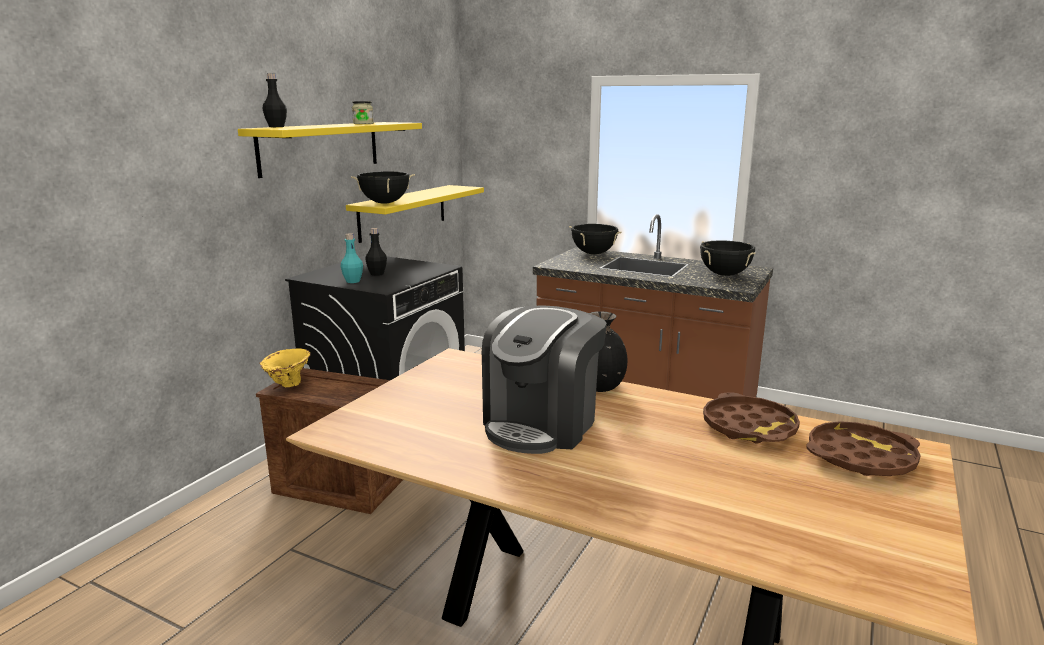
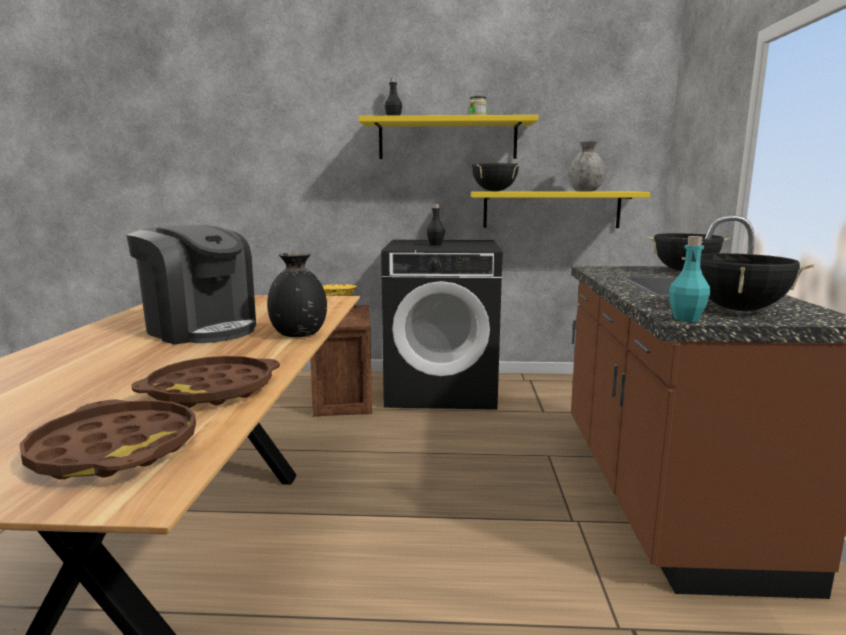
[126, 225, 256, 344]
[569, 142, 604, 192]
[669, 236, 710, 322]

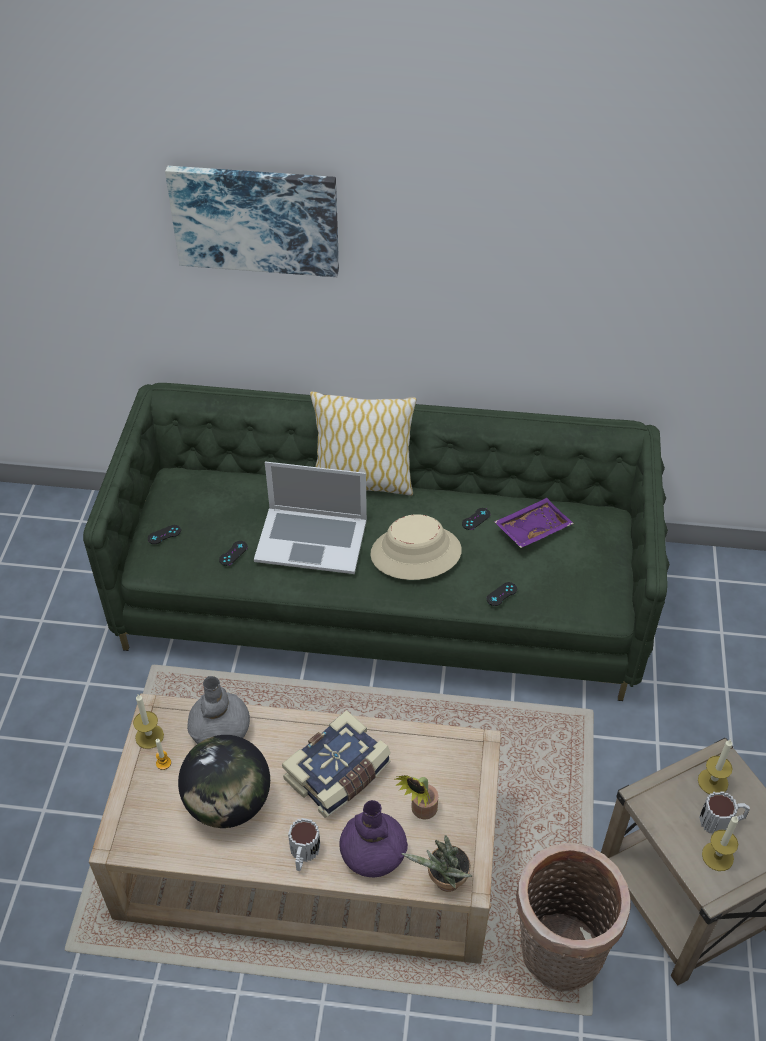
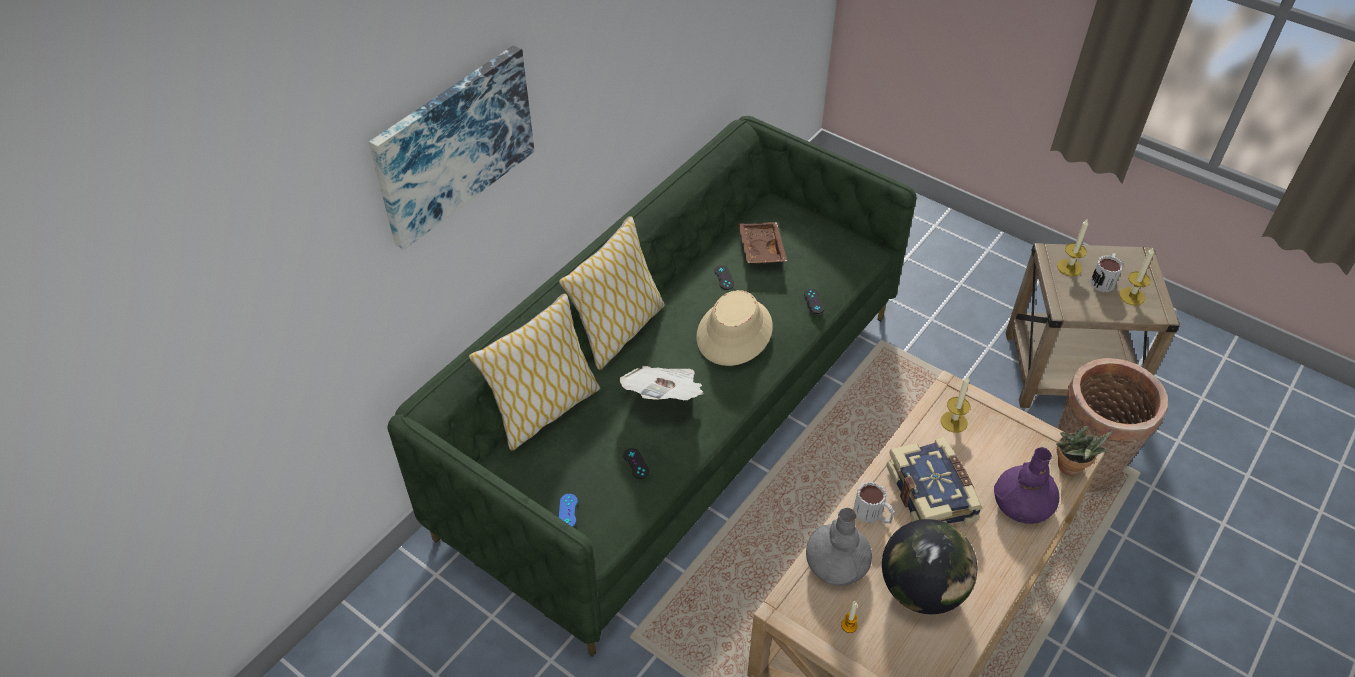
[469, 294, 600, 451]
[559, 494, 578, 527]
[620, 366, 704, 400]
[738, 222, 787, 263]
[853, 481, 895, 524]
[941, 376, 971, 433]
[395, 775, 439, 819] (first image)

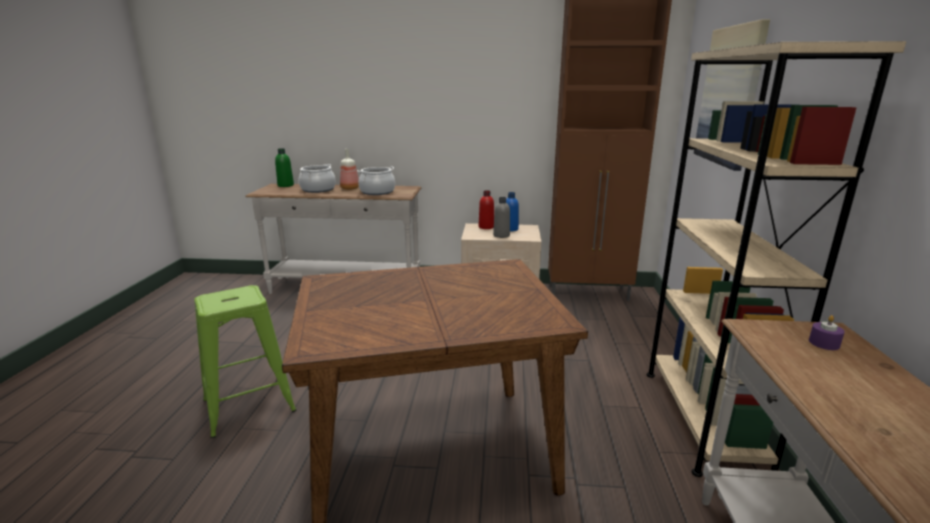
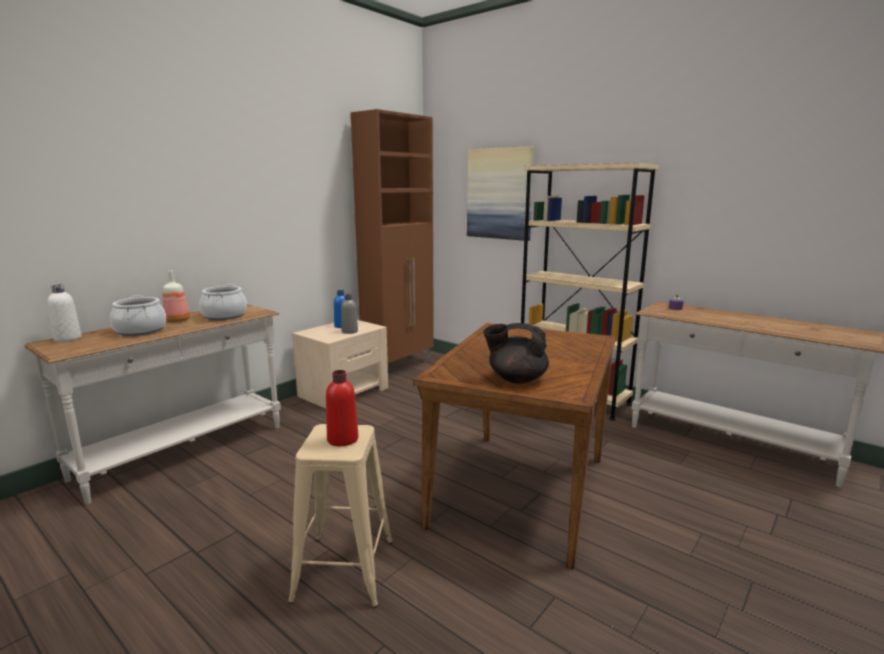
[47, 284, 82, 342]
[288, 424, 393, 608]
[326, 370, 358, 446]
[483, 323, 549, 384]

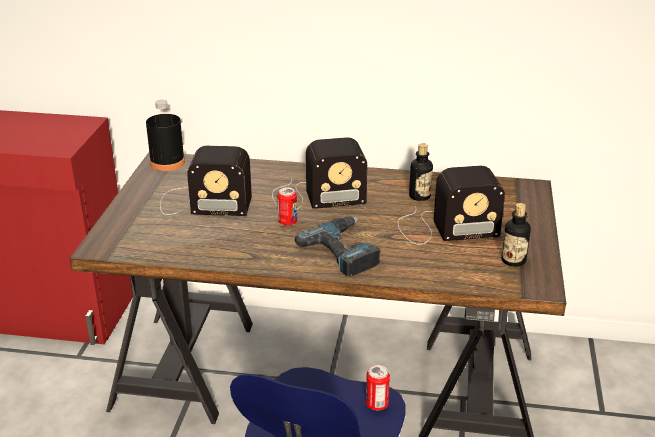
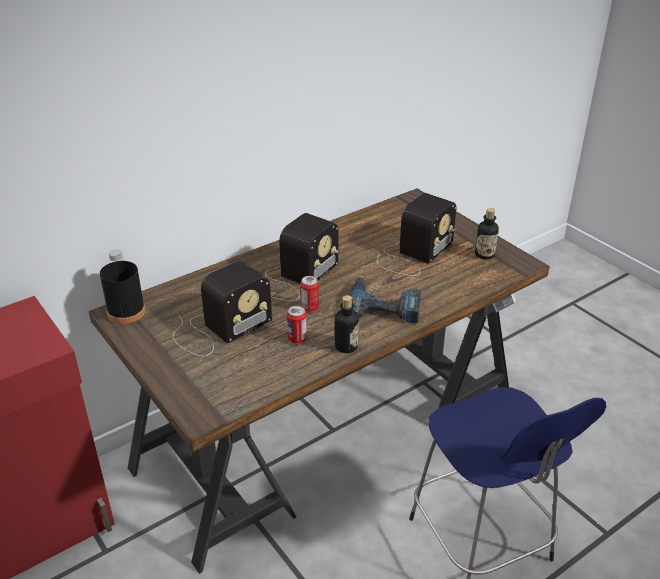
[287, 306, 307, 343]
[335, 295, 359, 353]

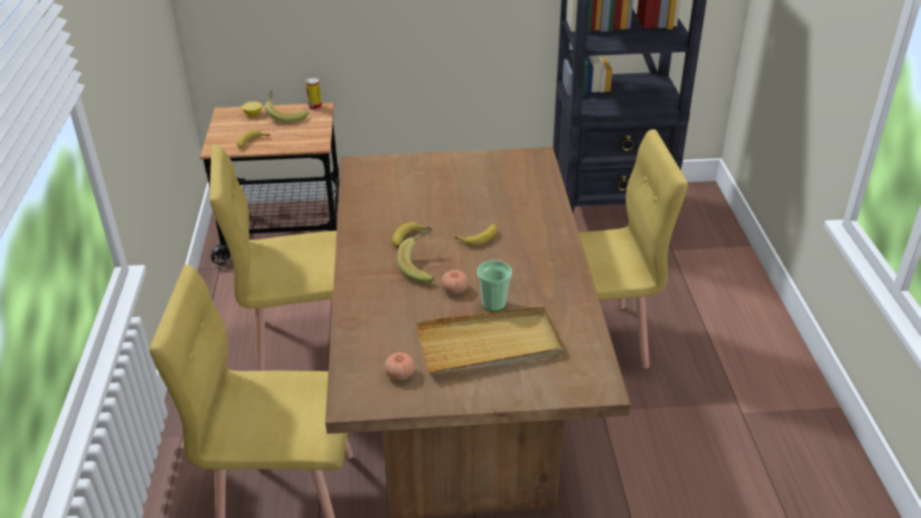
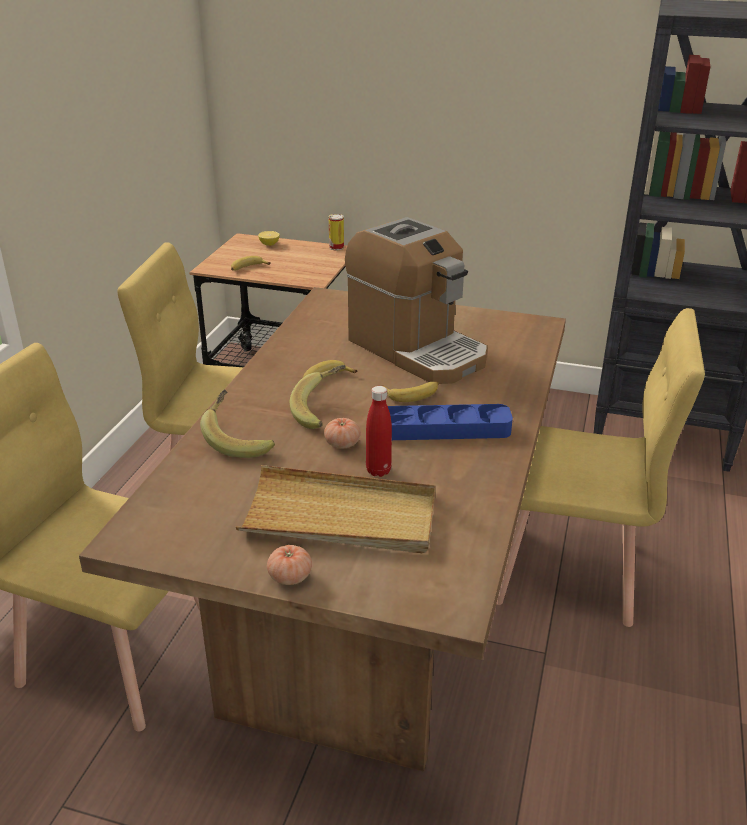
[200, 390, 275, 458]
[267, 545, 312, 585]
[345, 217, 488, 384]
[366, 386, 392, 477]
[388, 404, 513, 440]

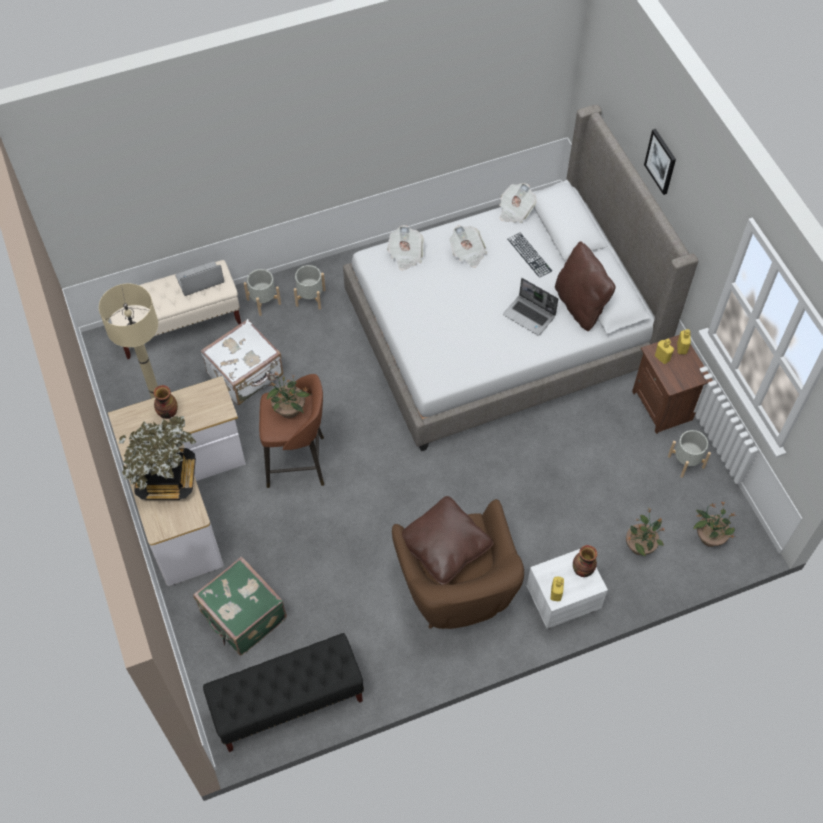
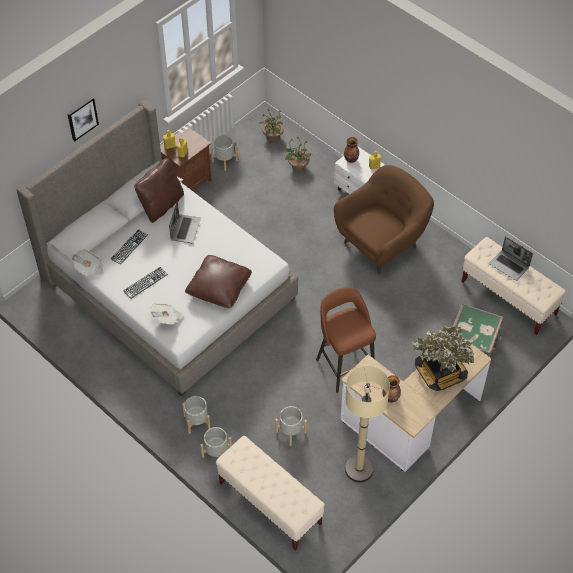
[123, 267, 168, 299]
[185, 255, 252, 308]
[275, 406, 307, 446]
[461, 237, 566, 335]
[489, 236, 533, 281]
[267, 372, 311, 418] (first image)

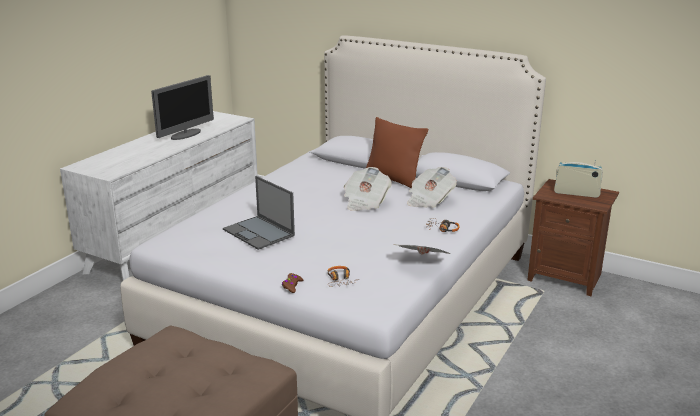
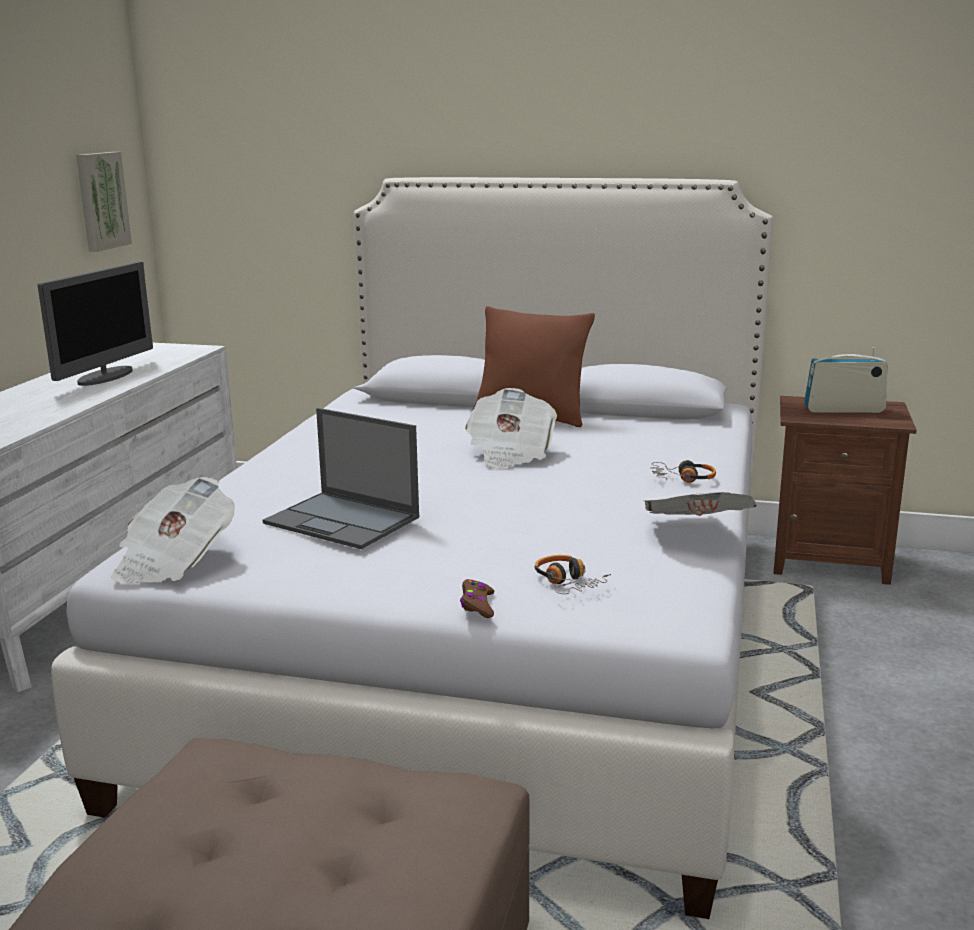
[76, 152, 132, 252]
[111, 477, 235, 584]

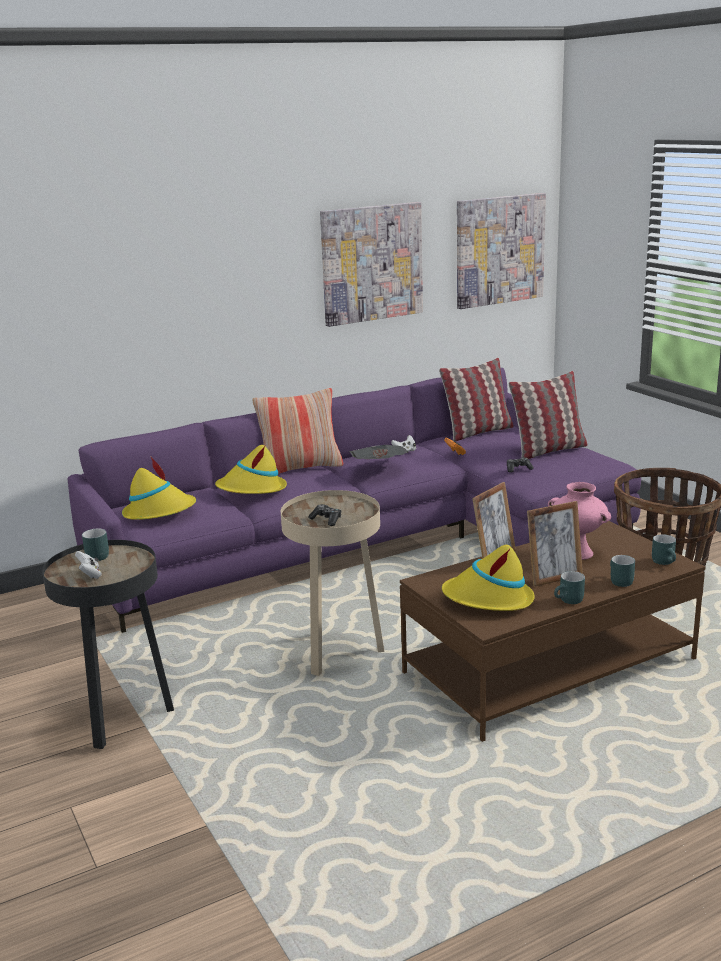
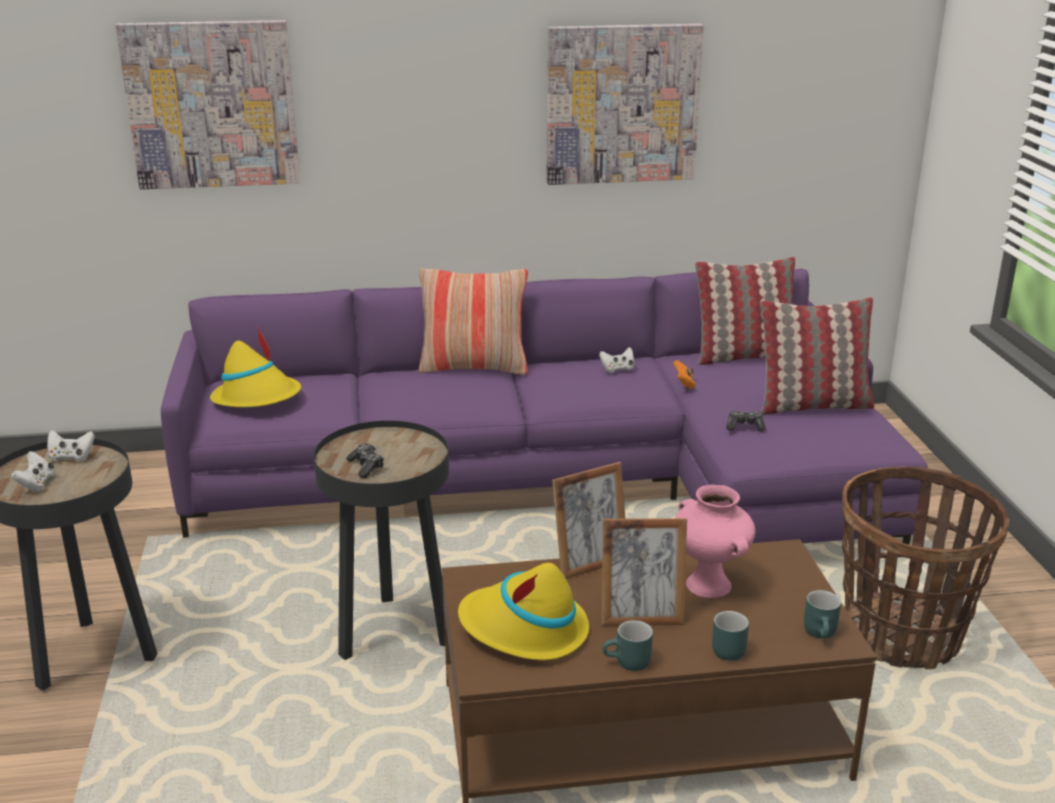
[47, 430, 95, 461]
[115, 20, 300, 189]
[314, 420, 449, 660]
[215, 445, 287, 494] (first image)
[349, 445, 408, 459] (first image)

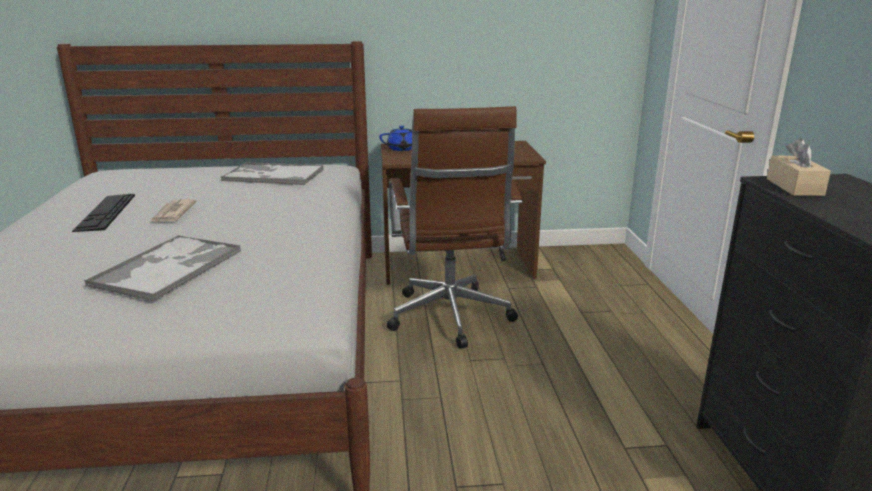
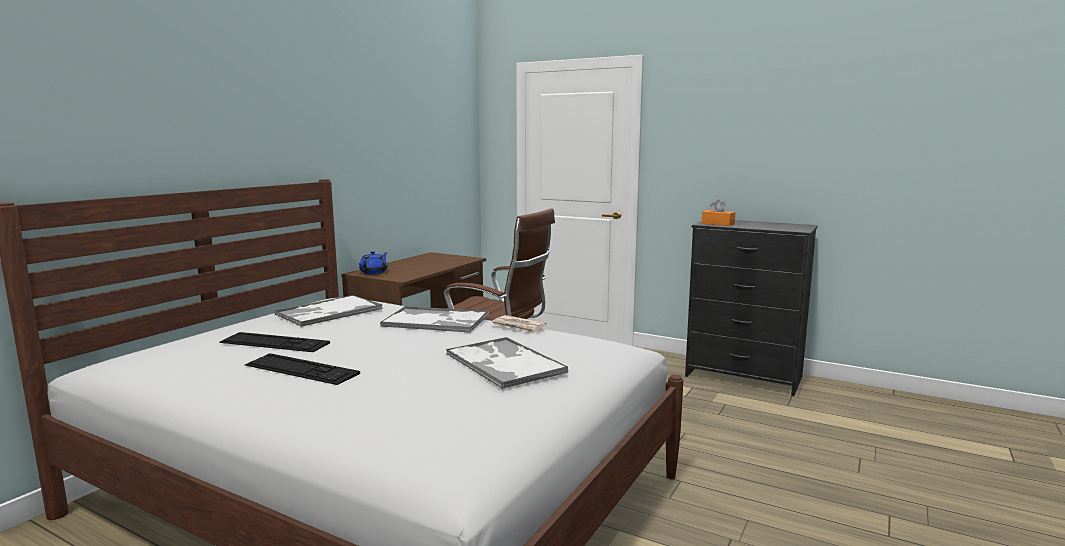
[219, 332, 330, 352]
[380, 306, 489, 333]
[492, 315, 547, 334]
[701, 200, 735, 226]

